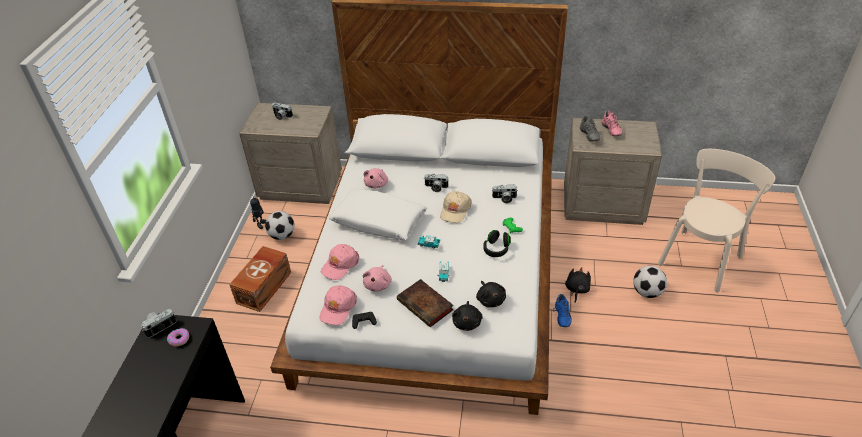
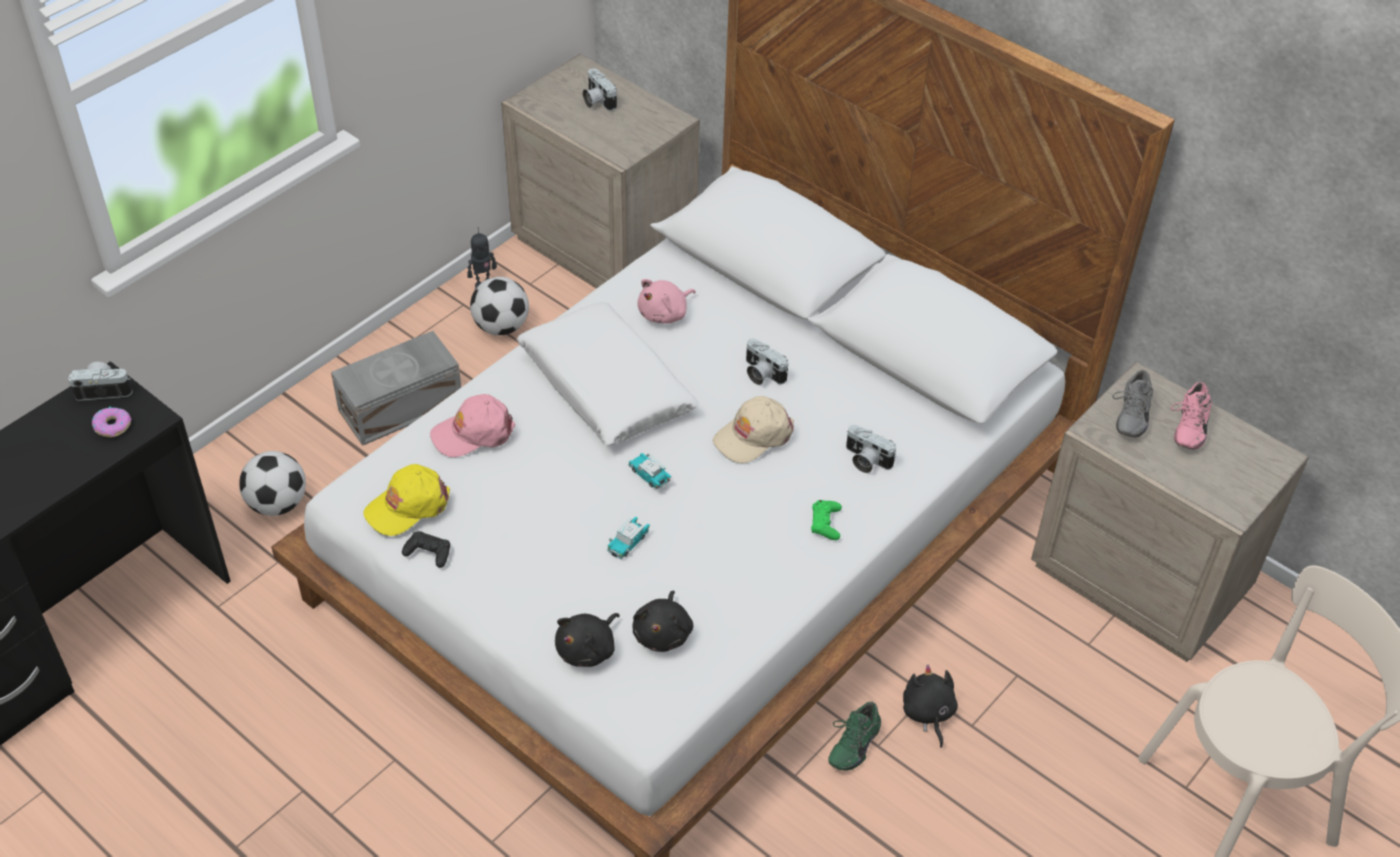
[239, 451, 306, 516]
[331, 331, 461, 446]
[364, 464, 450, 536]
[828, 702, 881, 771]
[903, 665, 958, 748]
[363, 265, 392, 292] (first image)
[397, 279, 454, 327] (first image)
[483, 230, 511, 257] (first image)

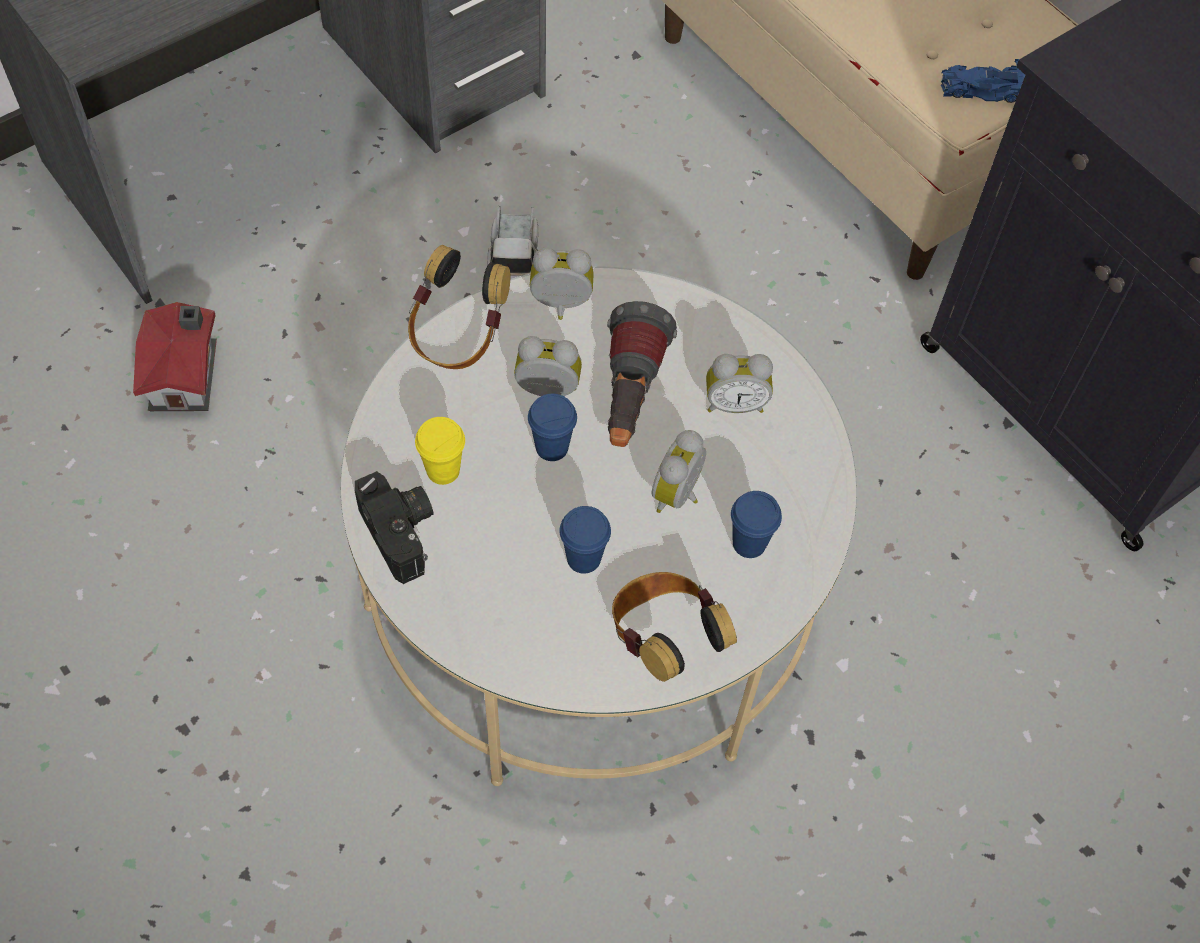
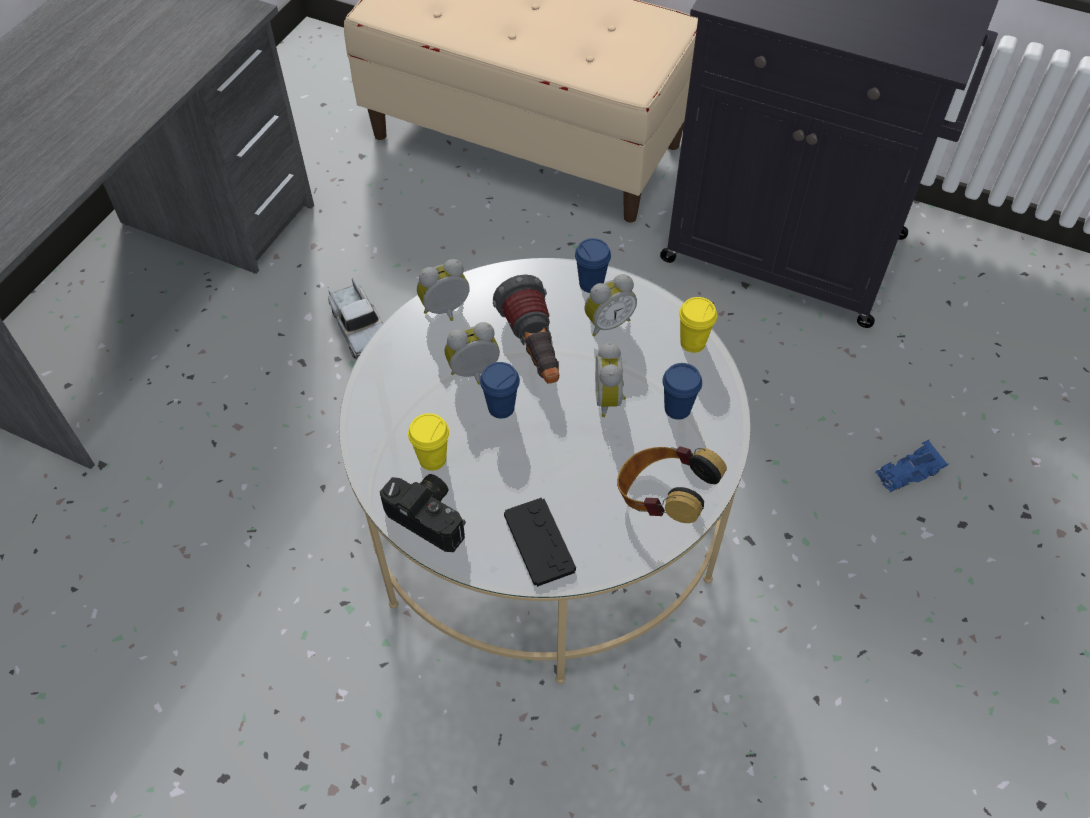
[504, 498, 576, 587]
[575, 238, 611, 293]
[679, 297, 717, 353]
[875, 439, 948, 493]
[133, 302, 217, 411] (first image)
[408, 245, 510, 369] (first image)

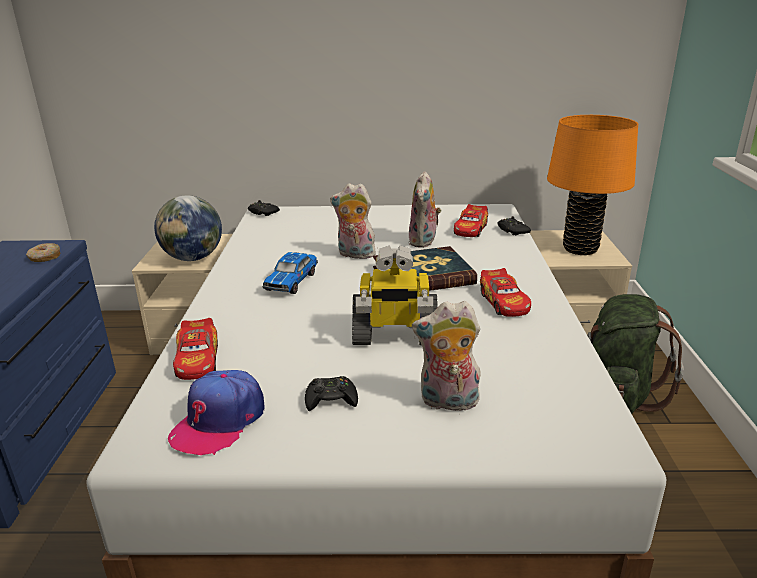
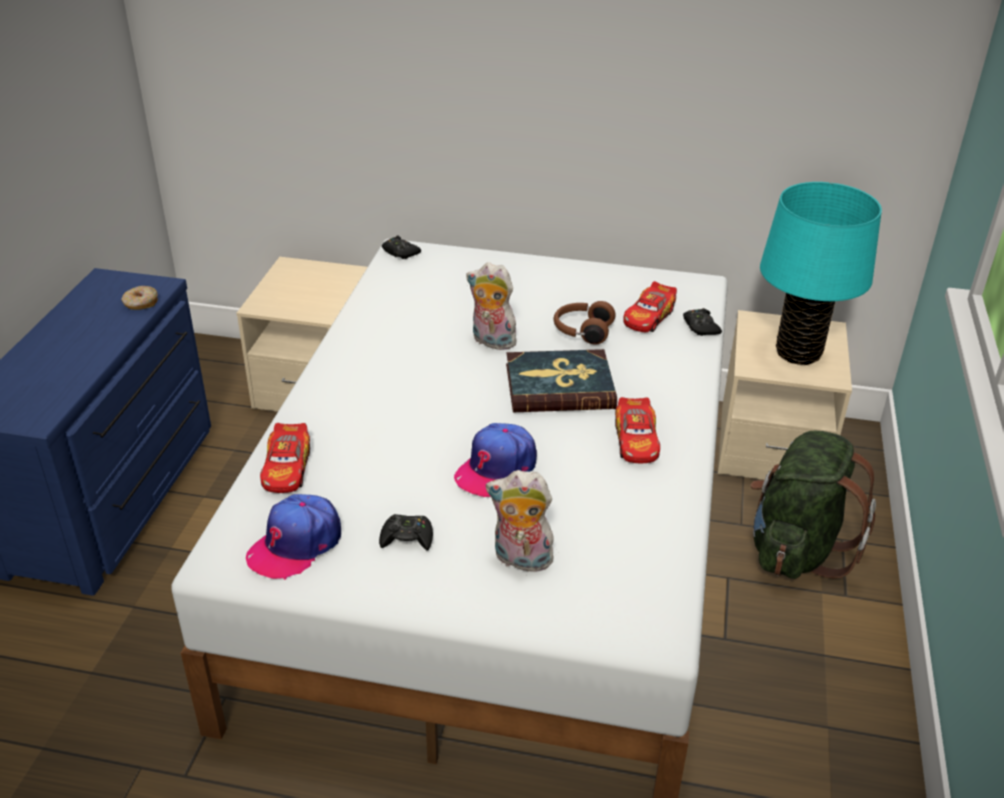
[454, 423, 537, 497]
[554, 301, 616, 345]
[760, 182, 882, 365]
[154, 195, 222, 261] (first image)
[262, 252, 318, 294] (first image)

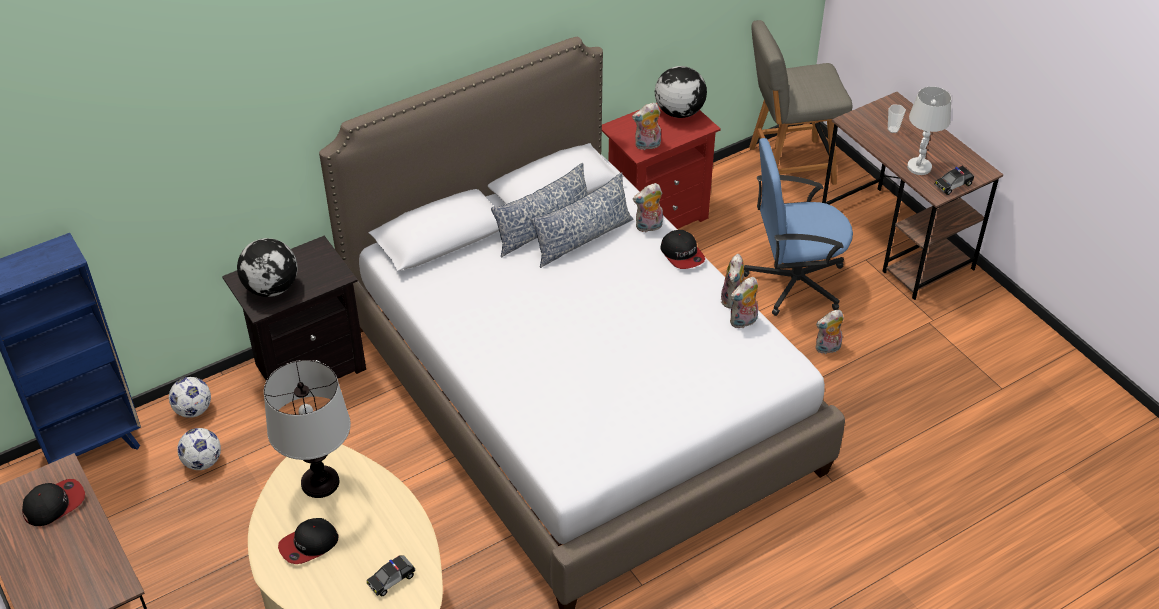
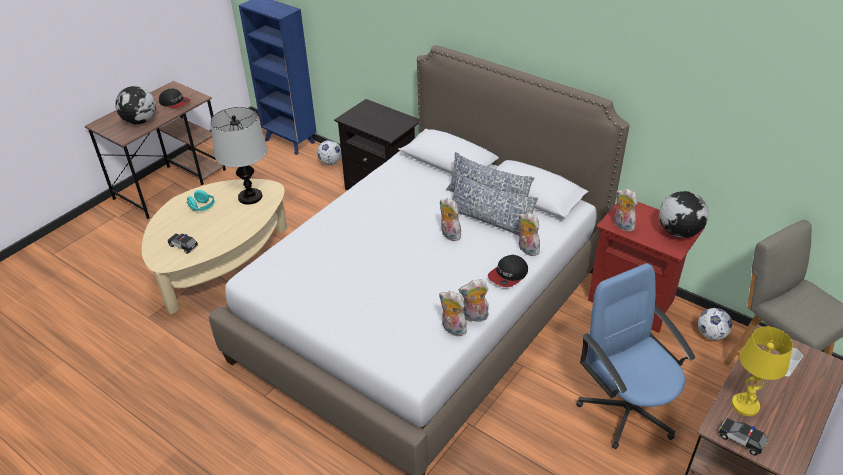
[115, 86, 156, 124]
[186, 190, 215, 211]
[440, 198, 461, 241]
[698, 308, 732, 340]
[732, 326, 793, 416]

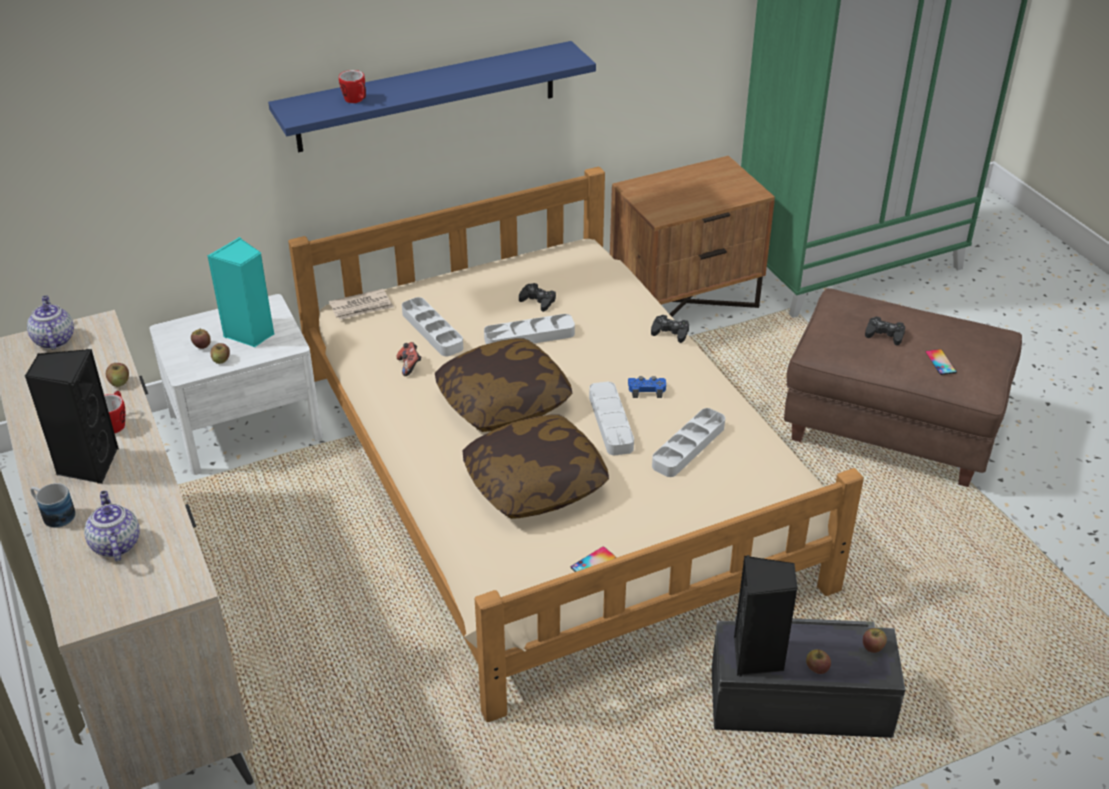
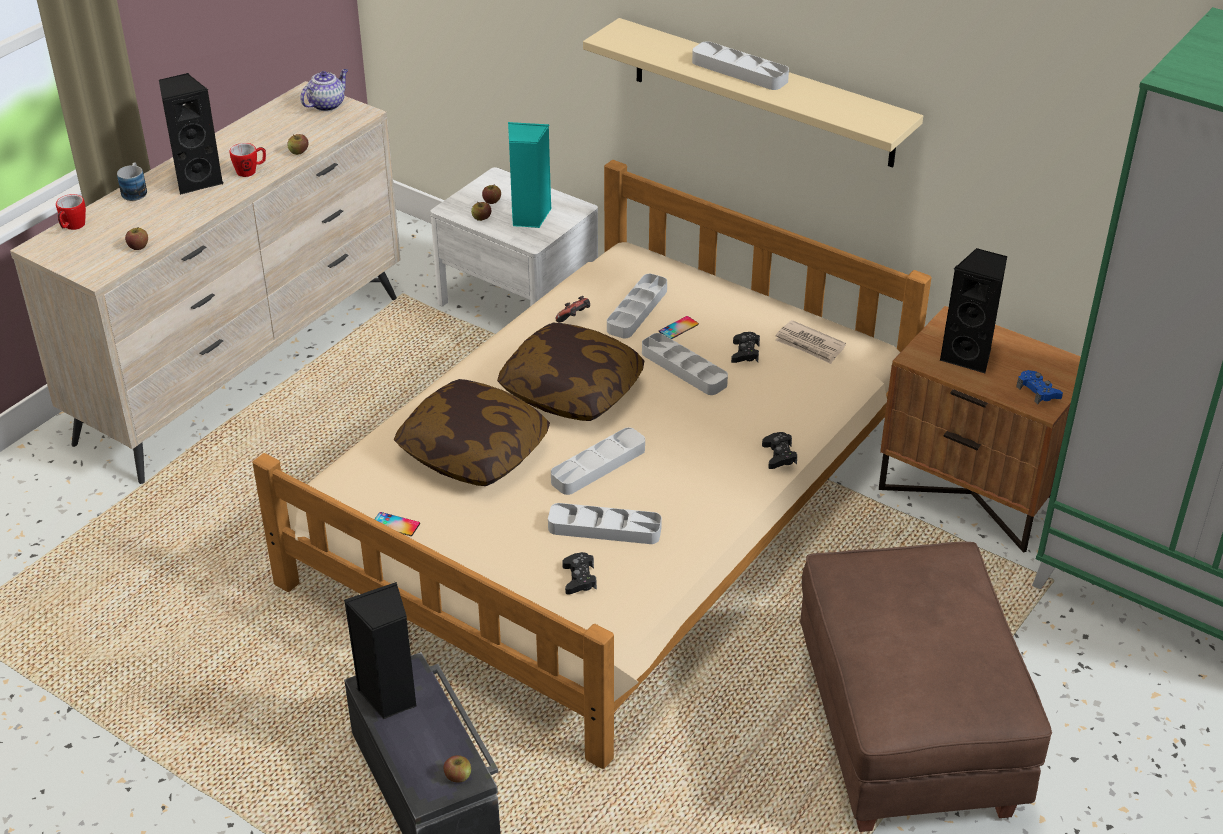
[56, 194, 86, 230]
[125, 227, 148, 250]
[562, 552, 597, 594]
[583, 18, 923, 168]
[659, 316, 699, 339]
[692, 41, 789, 90]
[775, 320, 846, 364]
[940, 248, 1007, 373]
[1016, 370, 1063, 404]
[84, 491, 140, 561] (first image)

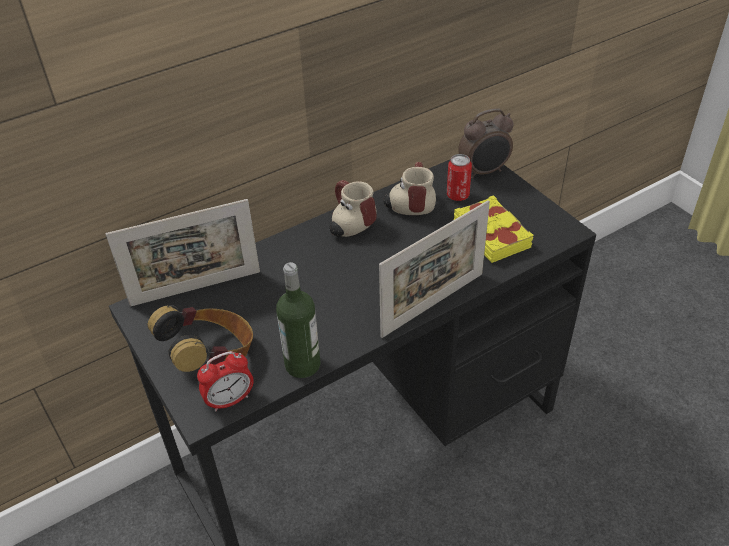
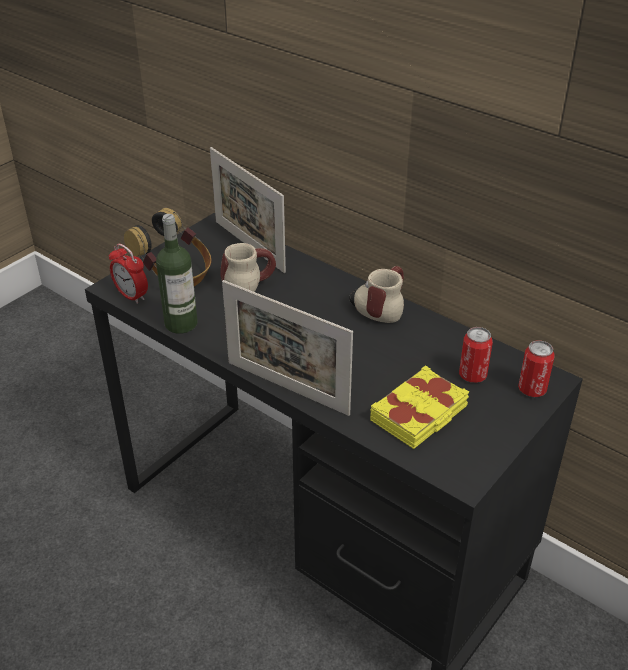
[220, 243, 276, 292]
[518, 340, 555, 397]

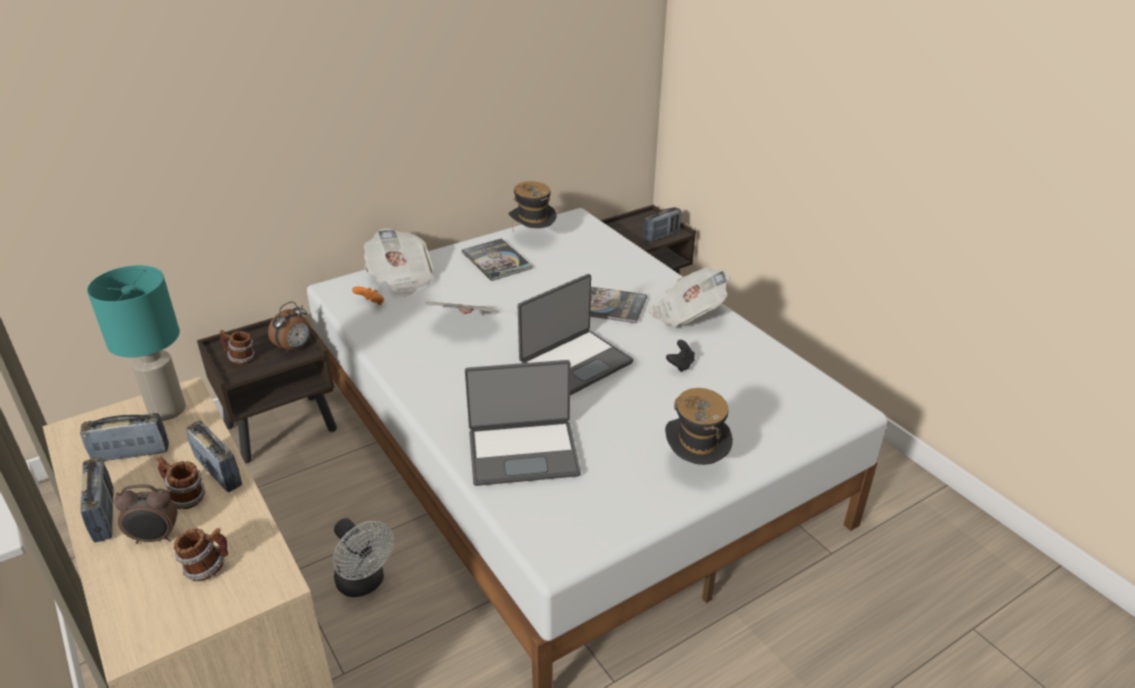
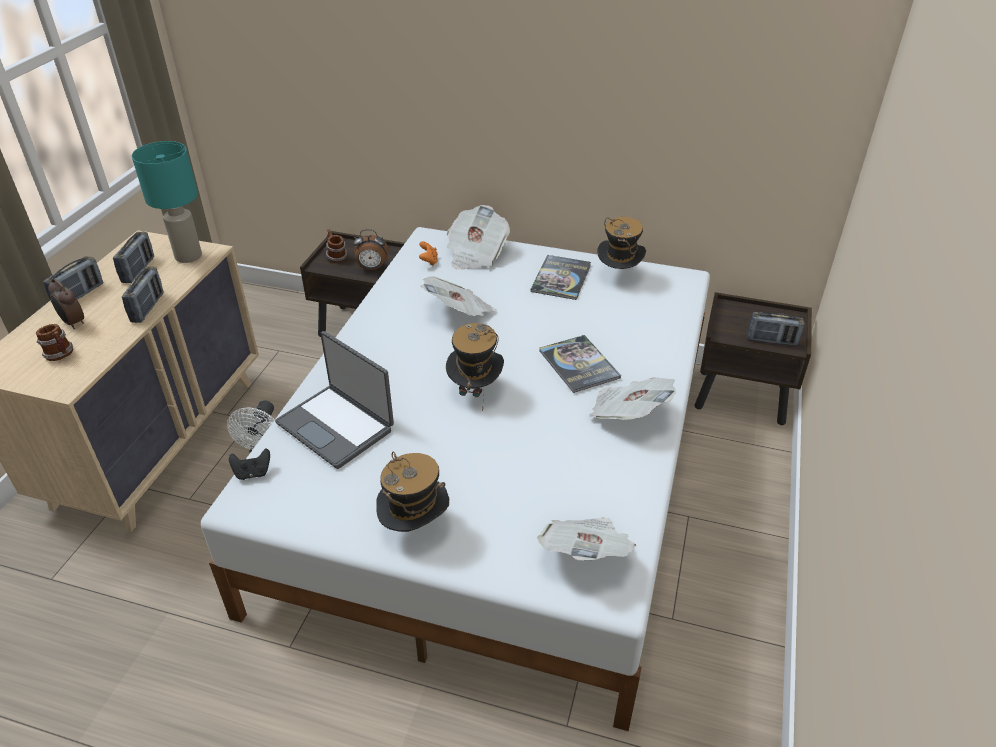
[113, 232, 154, 283]
[229, 449, 270, 480]
[446, 323, 504, 411]
[537, 517, 637, 561]
[157, 456, 205, 509] (first image)

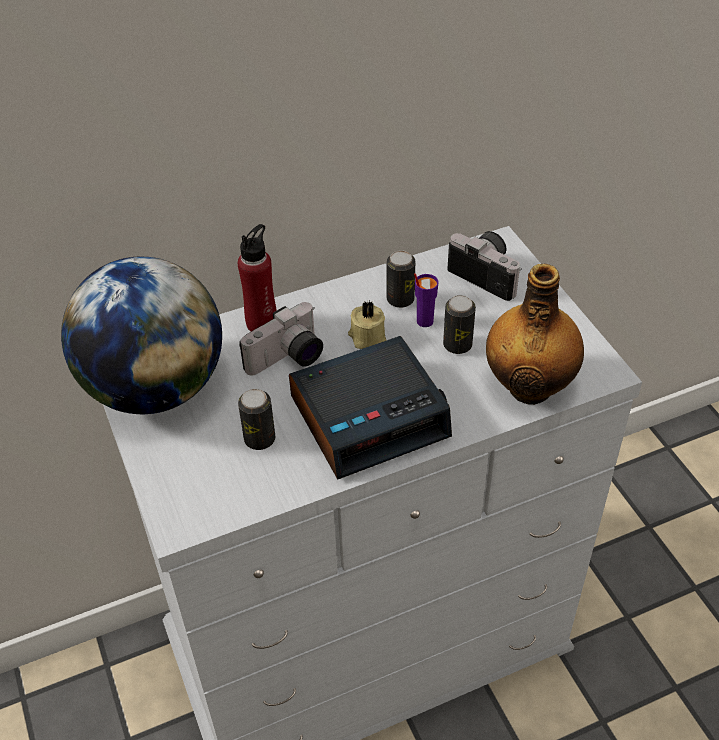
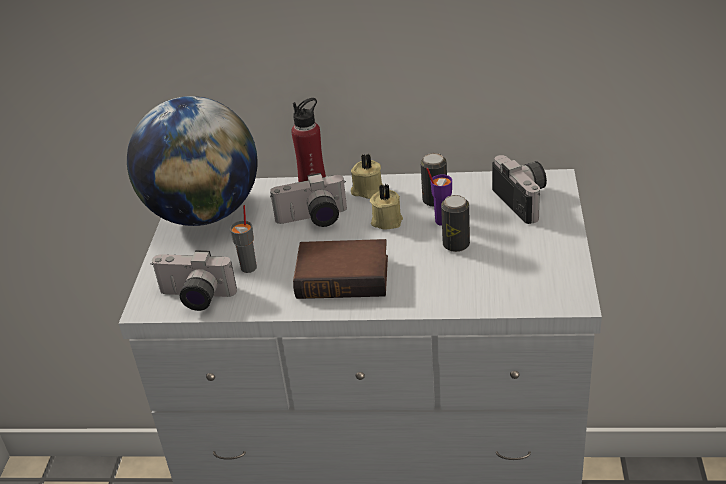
[151, 250, 237, 311]
[230, 205, 257, 273]
[293, 239, 388, 299]
[351, 154, 383, 199]
[486, 264, 584, 405] (first image)

